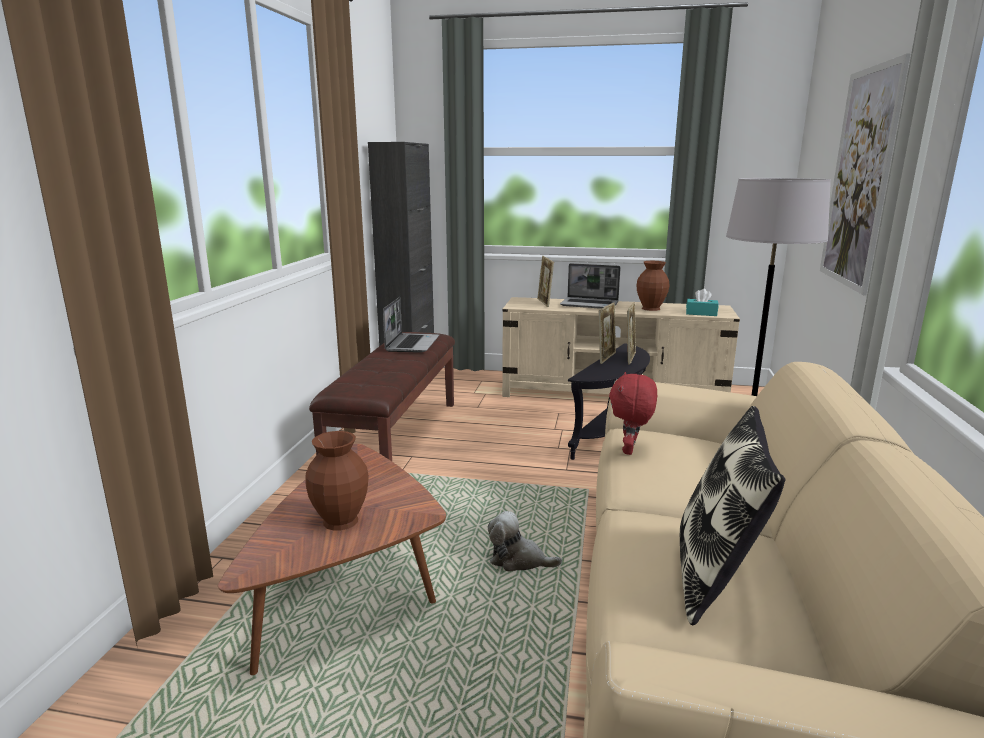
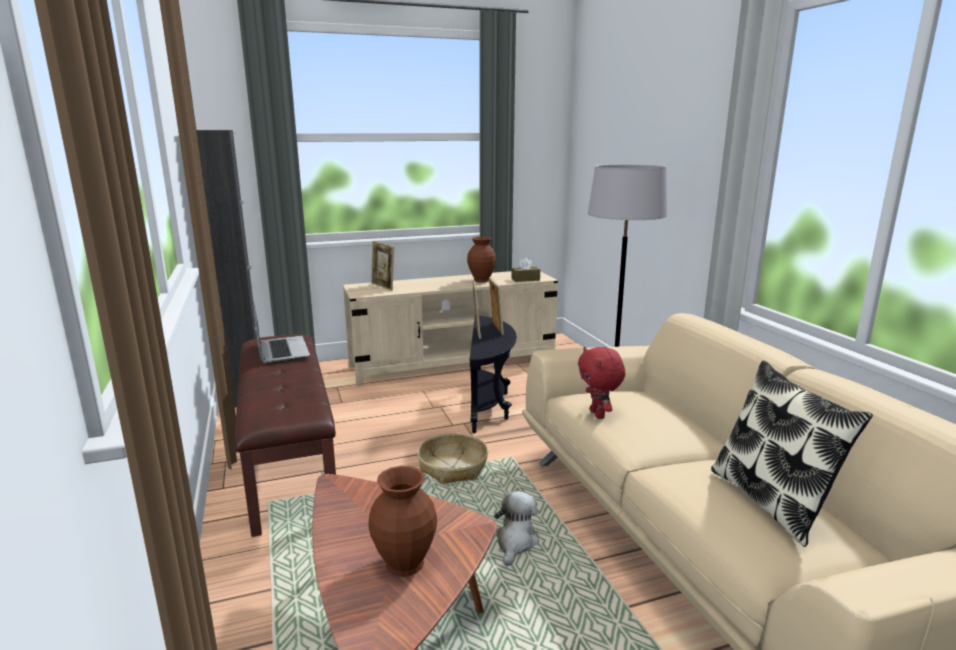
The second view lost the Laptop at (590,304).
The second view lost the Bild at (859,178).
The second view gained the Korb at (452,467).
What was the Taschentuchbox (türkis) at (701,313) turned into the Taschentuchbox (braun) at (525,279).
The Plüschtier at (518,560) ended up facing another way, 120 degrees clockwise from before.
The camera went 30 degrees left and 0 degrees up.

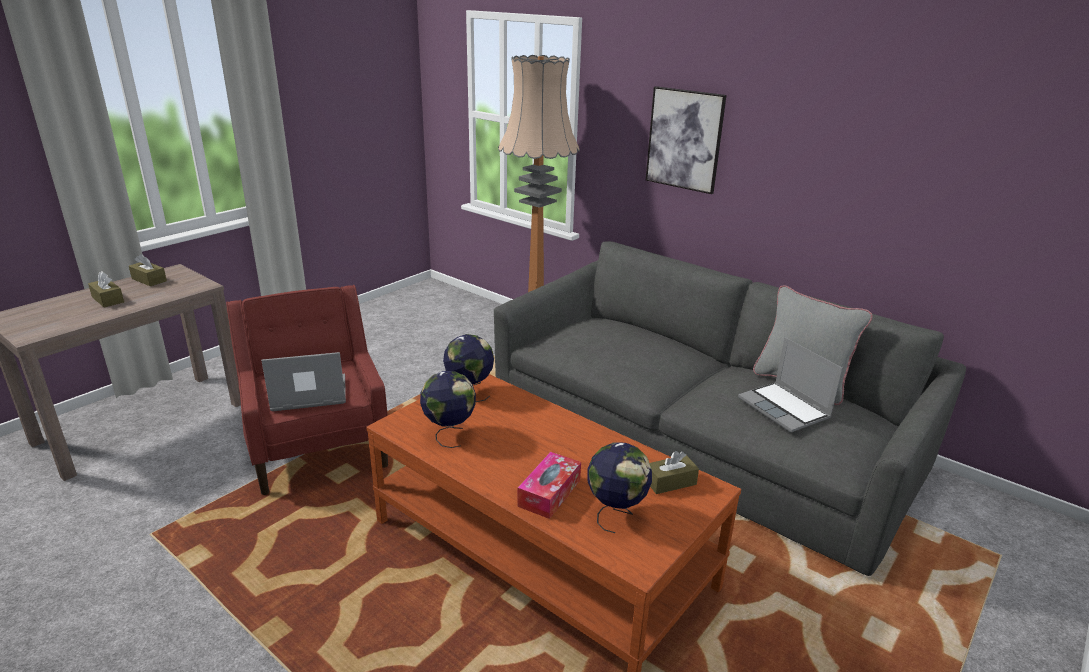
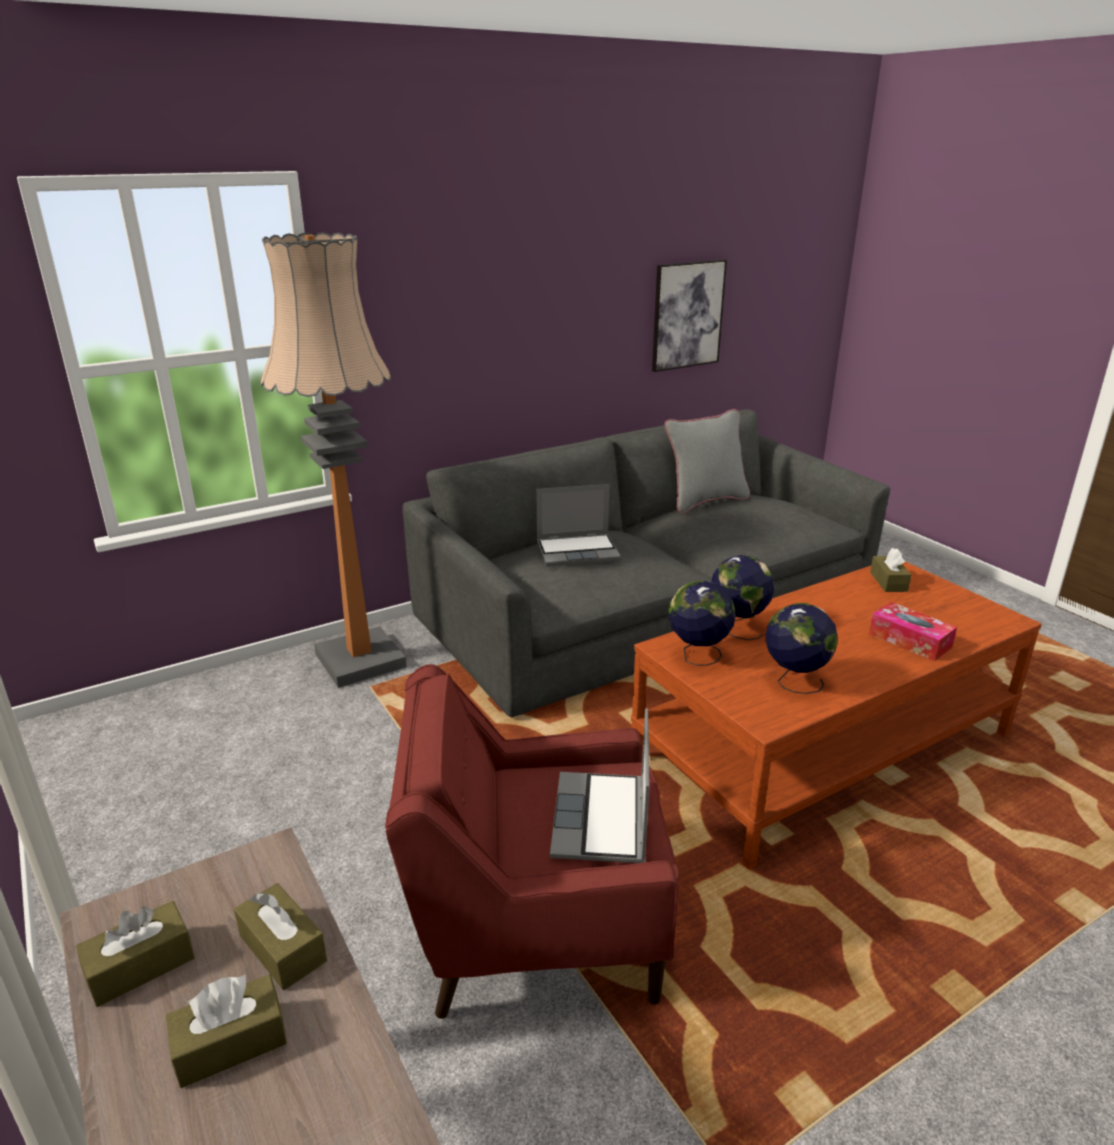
The second view gained the Taschentuchbox (braun) at (283,948).
The Globus ended up elsewhere, having gone from (616,514) to (737,628).
The Bild ended up elsewhere, having gone from (684,139) to (687,315).
The Laptop ended up elsewhere, having gone from (785,409) to (578,551).
The camera went 70 degrees left and 0 degrees up.

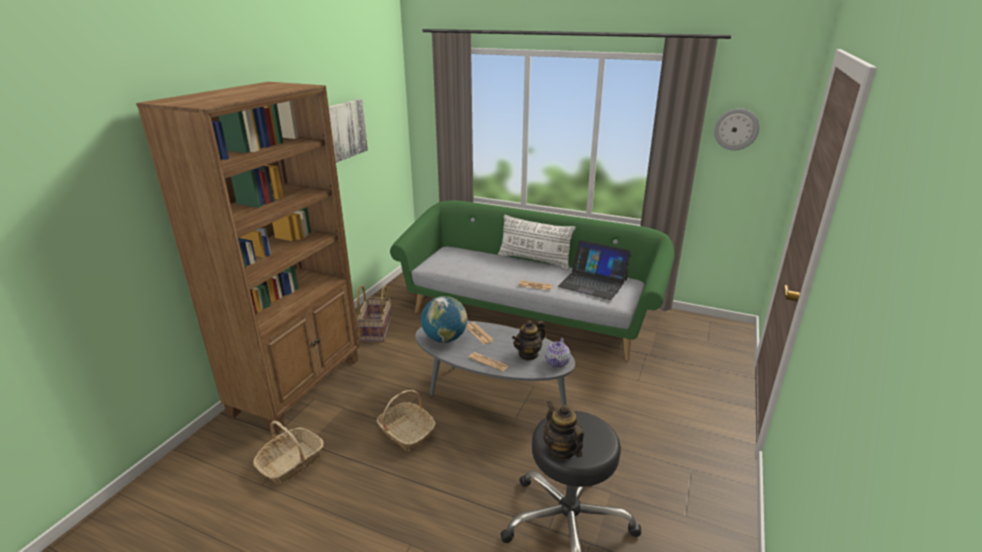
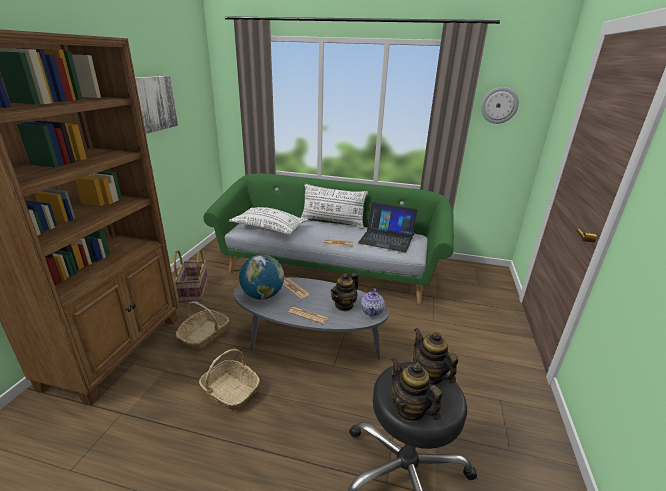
The second view gained the Kissen (weiß) at (269,228).
The second view gained the Teekanne at (429,375).
The Korb ended up elsewhere, having gone from (291,463) to (204,335).
The camera went 10 degrees left and 0 degrees up.

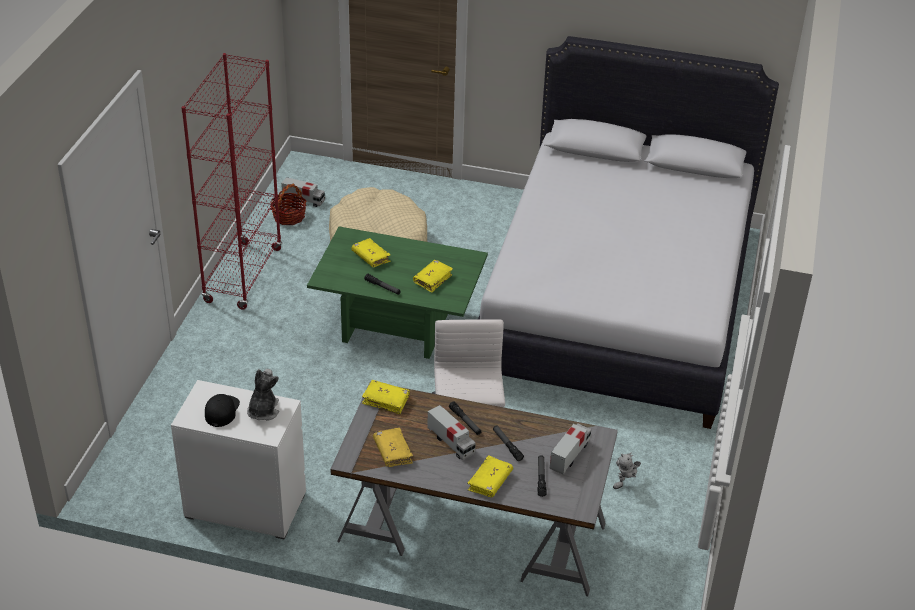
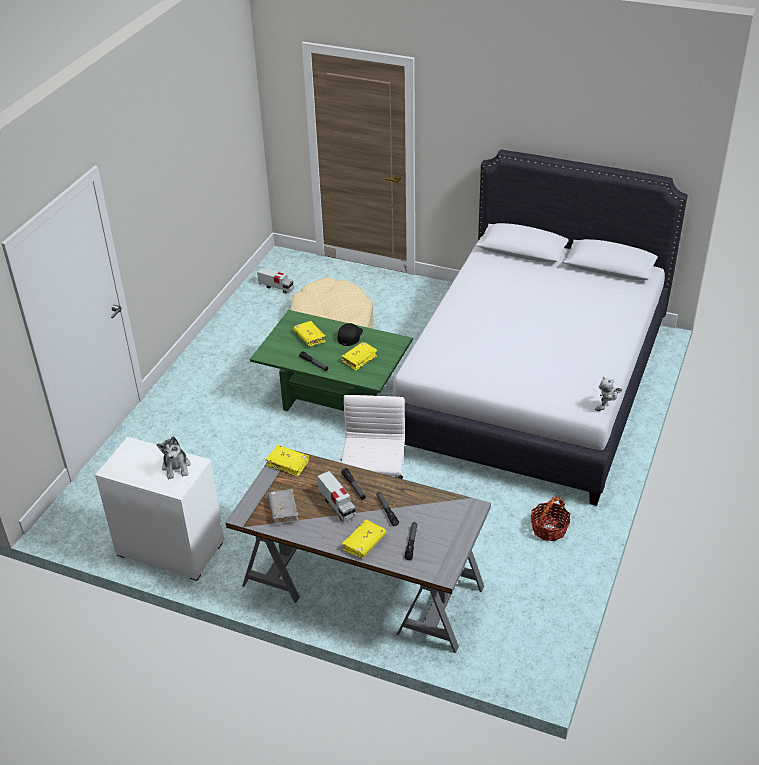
The second view lost the Bücherregal (rot) at (243,275).
The second view lost the Spielzeuglaster at (570,455).
The Kappe (schwarz) ended up elsewhere, having gone from (221,411) to (350,336).
The Korb ended up elsewhere, having gone from (289,217) to (549,529).
The Spielzeugroboter ended up elsewhere, having gone from (626,484) to (607,407).
What was the Buch (gelb) at (392,452) turned into the Buch (grau) at (283,510).
The Plüschtier at (263,411) ended up facing another way, 150 degrees clockwise from before.
The camera went 10 degrees right and 0 degrees up.

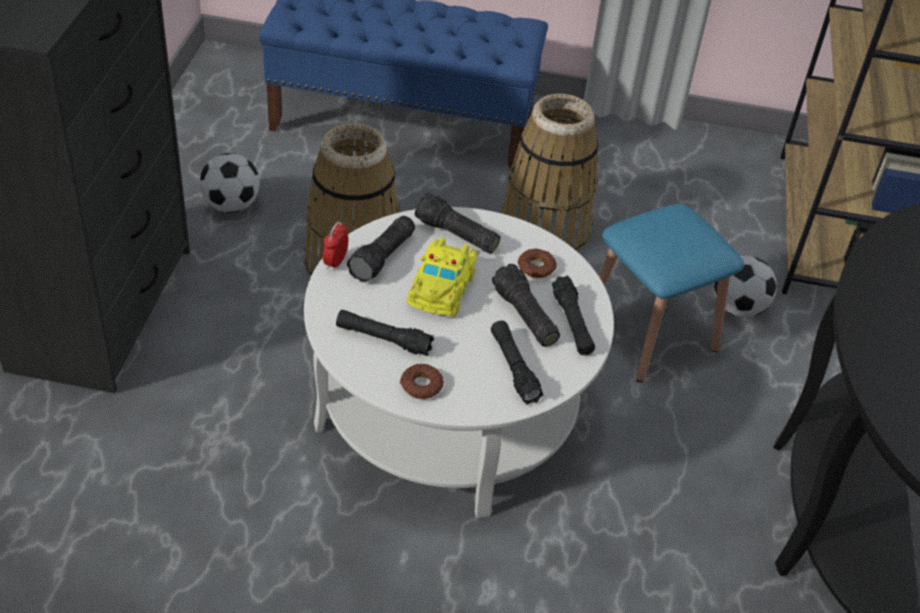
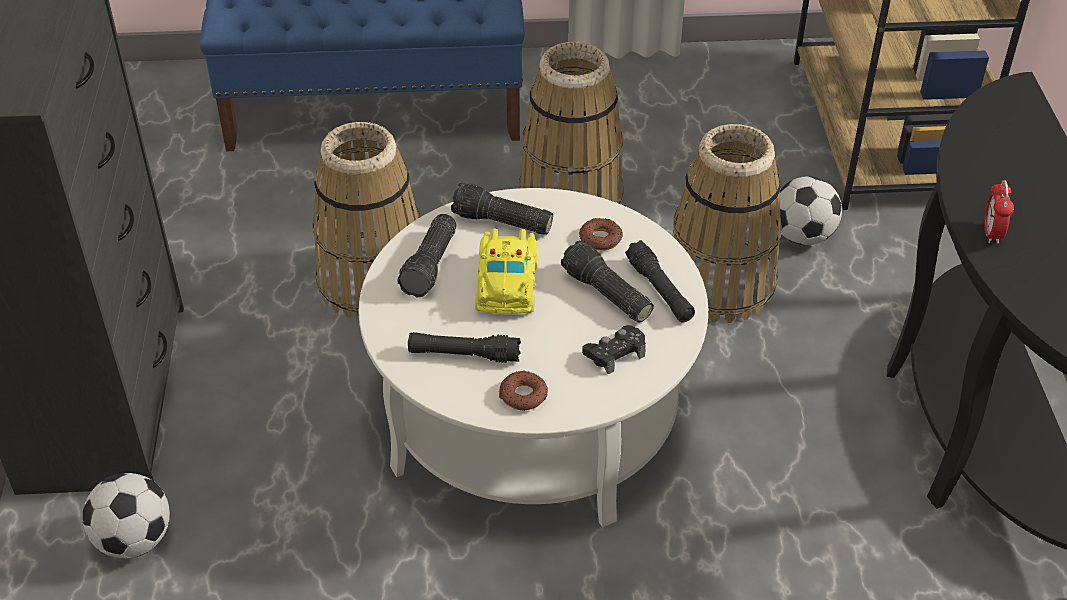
The Fußball ended up elsewhere, having gone from (231,205) to (135,540).
The Wecker ended up elsewhere, having gone from (335,262) to (991,233).
Where the Taschenlampe (schwarz) stood at (514,368), the Gamepad (schwarz) came to stand at (615,353).
Where the Hocker (blau) stood at (650,333), the Korb came to stand at (720,284).
The camera went 10 degrees left and 0 degrees up.

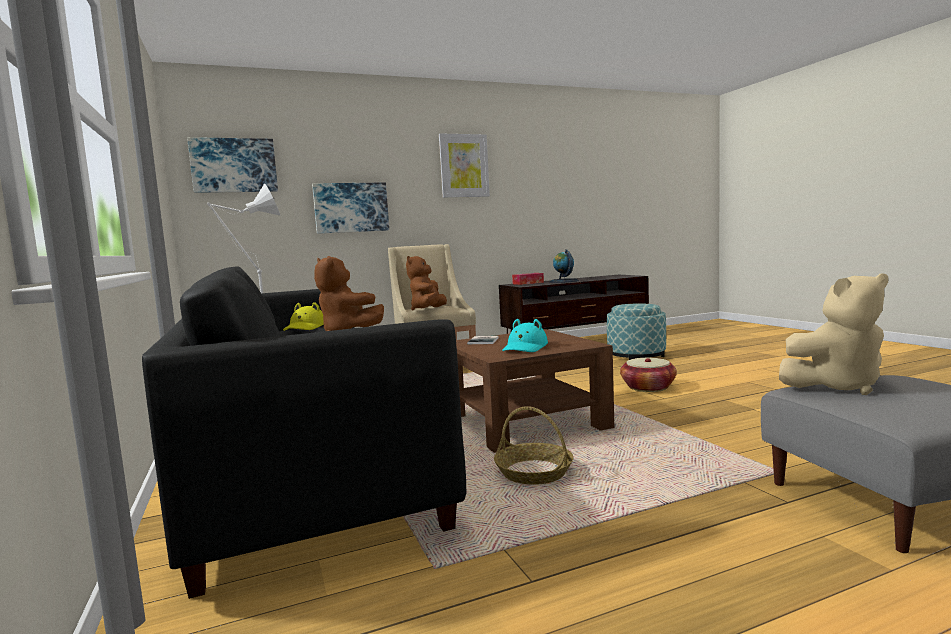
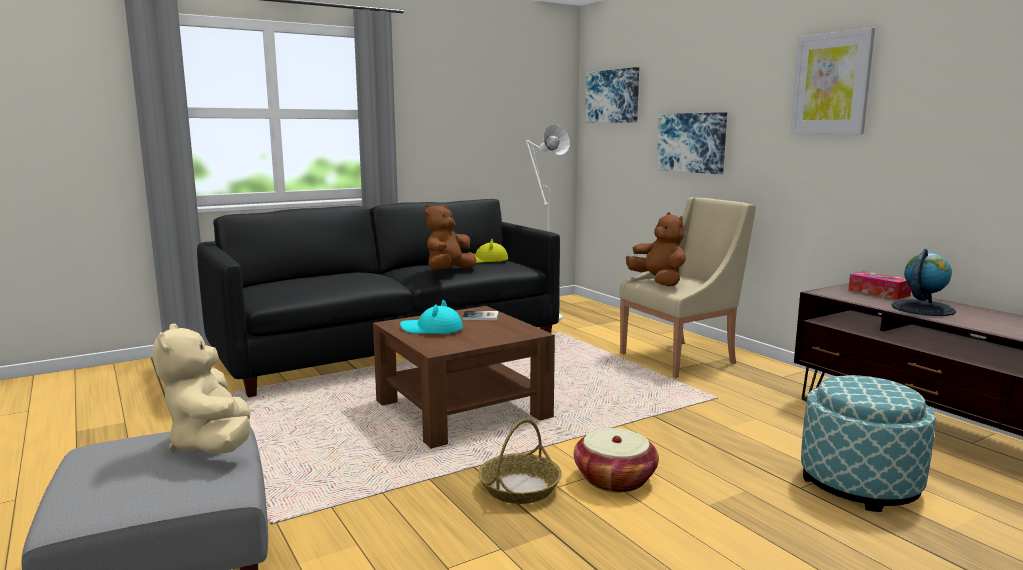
The Korb ended up elsewhere, having gone from (533,472) to (519,488).
The Plüschtier (braun) at (428,310) ended up facing another way, 60 degrees clockwise from before.
The camera went 80 degrees right and 5 degrees up.

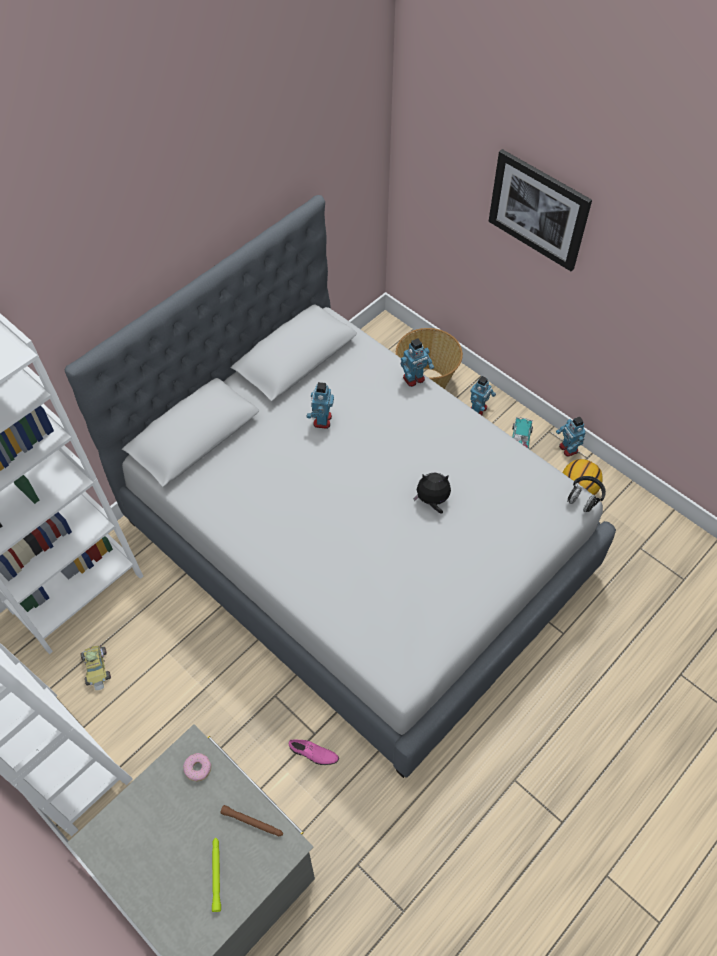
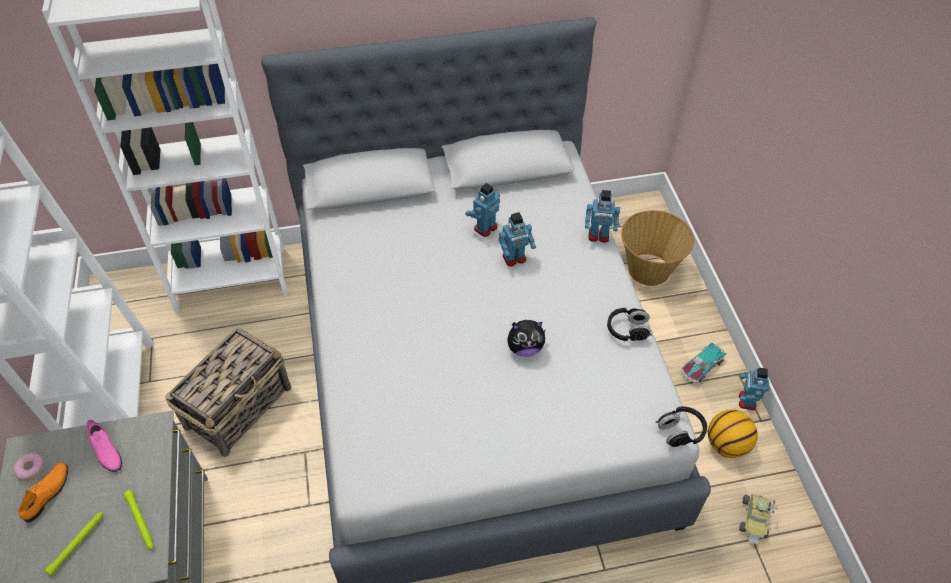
The second view lost the Bild at (539,209).
The second view gained the Schuh (orange) at (48,493).
The second view gained the Korb at (239,406).
The second view gained the Kopfhörer (schwarz) at (627,330).
The Spielzeugauto ended up elsewhere, having gone from (97,668) to (754,519).
The Donut ended up elsewhere, having gone from (197,768) to (30,469).
The Schuh (rosa) ended up elsewhere, having gone from (313,754) to (105,450).
The Spielzeugroboter ended up elsewhere, having gone from (478,409) to (514,258).
What was the Taschenlampe (braun) at (252,822) turned into the Taschenlampe (grün) at (141,522).
The Plüschtier at (432,501) ended up facing another way, 135 degrees clockwise from before.
The camera went 35 degrees right and 5 degrees down.

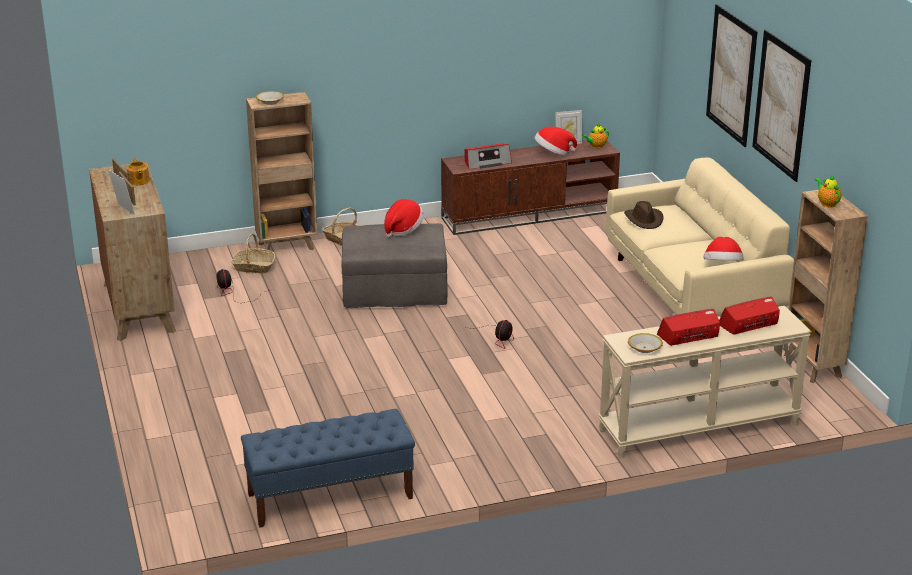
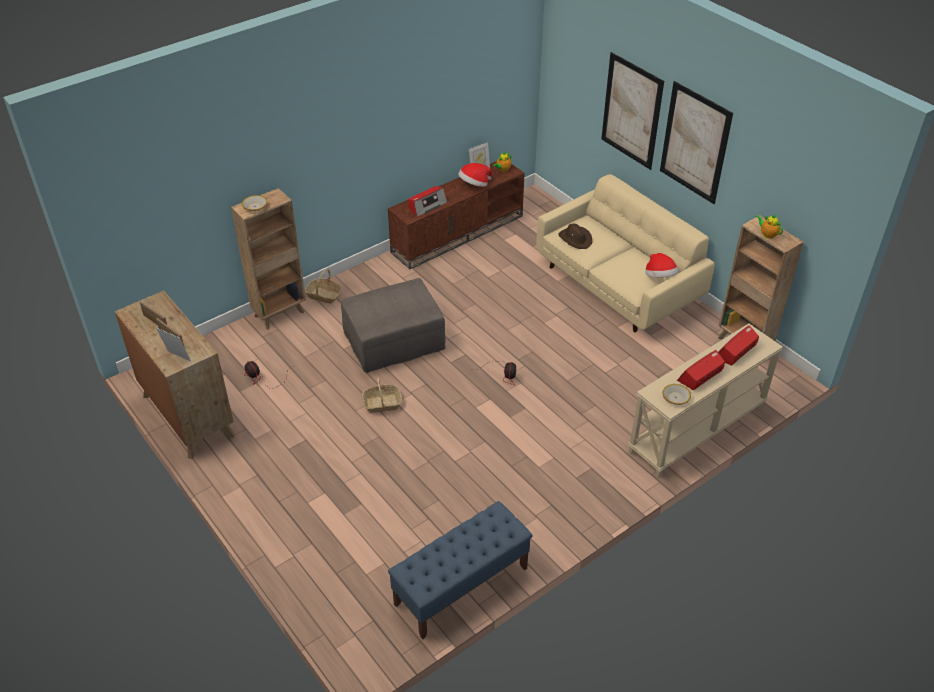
The second view lost the Teekanne at (138,181).
The second view lost the Hut at (403,230).
The Korb ended up elsewhere, having gone from (253,267) to (382,404).
The camera went 20 degrees left and 15 degrees up.

